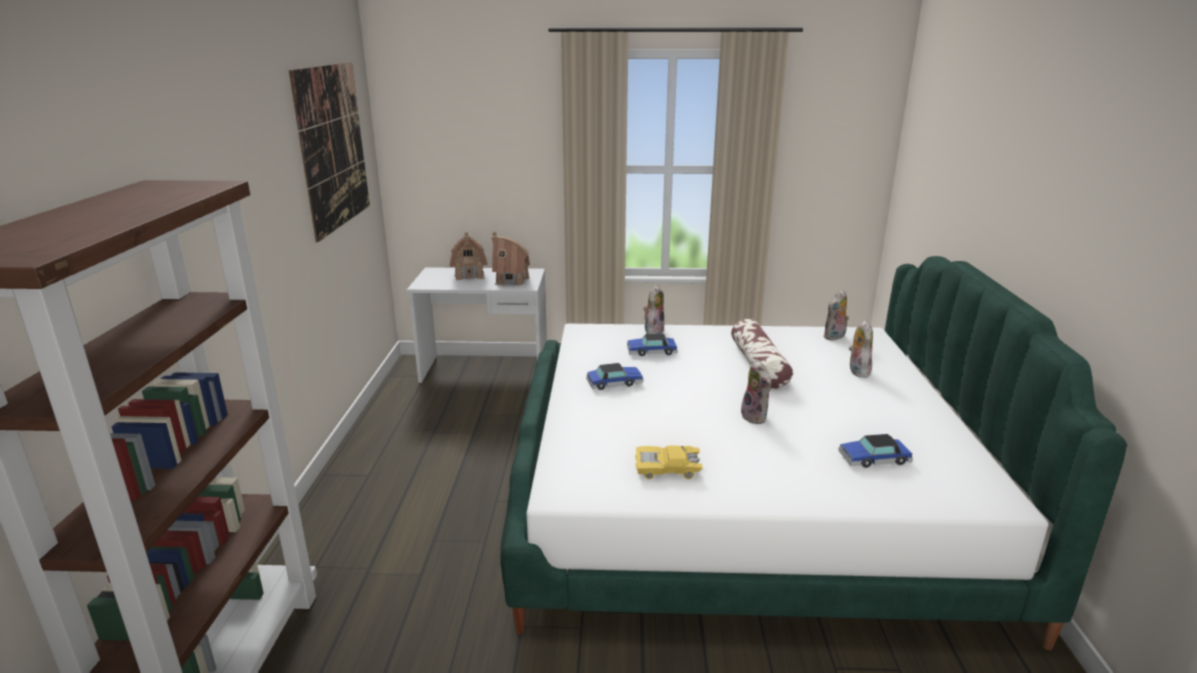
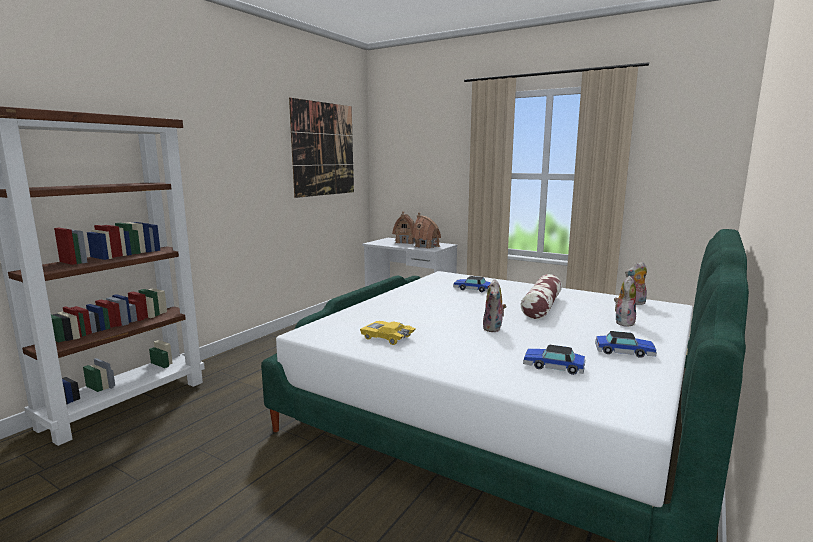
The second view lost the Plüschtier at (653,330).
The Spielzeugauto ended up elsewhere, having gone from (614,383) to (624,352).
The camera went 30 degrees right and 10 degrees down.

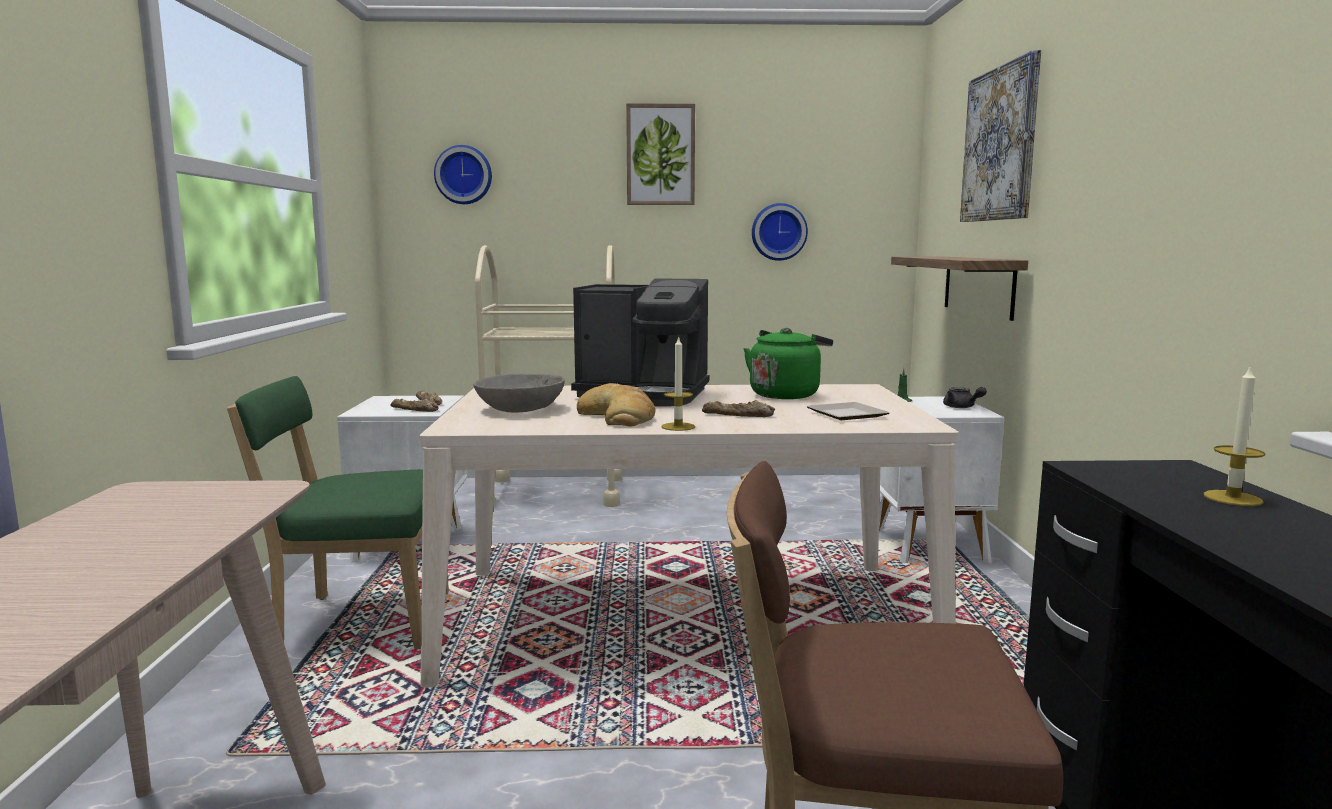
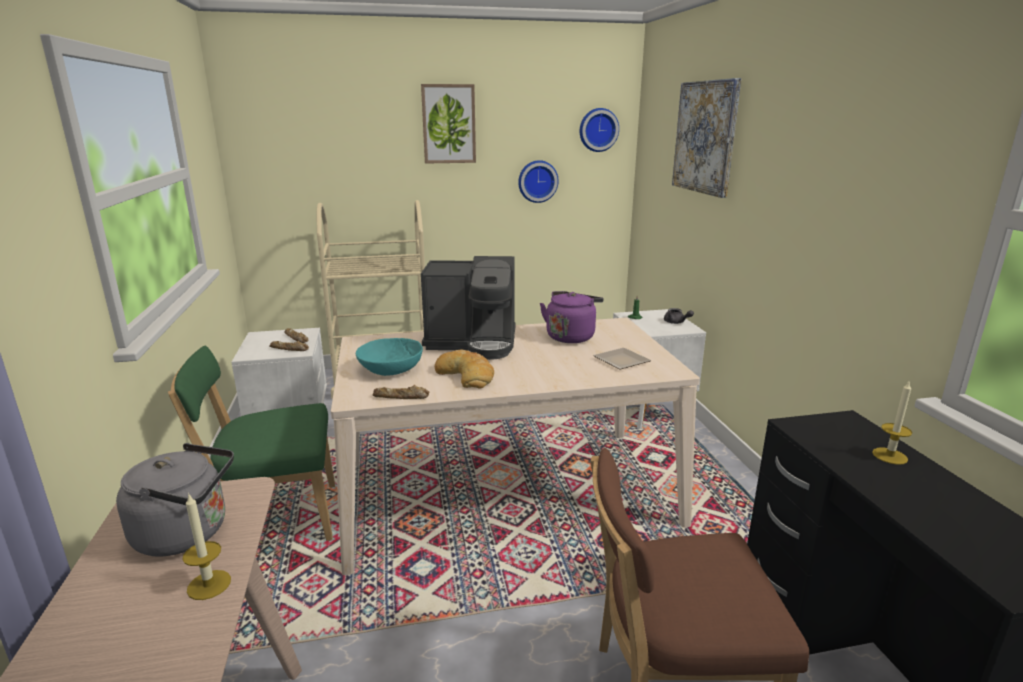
The second view lost the Wandregal at (978,285).
The second view gained the Wasserkessel (grau) at (188,533).
The Wanduhr ended up elsewhere, having gone from (464,175) to (598,130).
The Kerze ended up elsewhere, having gone from (678,427) to (209,585).
The Brot ended up elsewhere, having gone from (738,415) to (401,397).
What was the Schüssel (grau) at (520,409) turned into the Schüssel (türkis) at (390,369).
What was the Wasserkessel (grün) at (786,394) turned into the Wasserkessel (lila) at (571,336).
The camera went 10 degrees left and 10 degrees up.

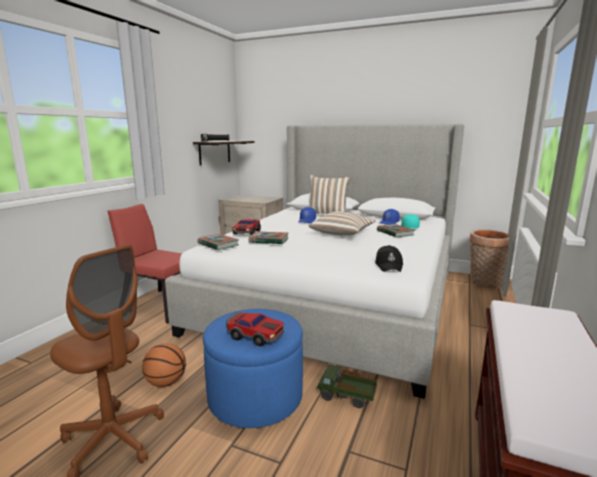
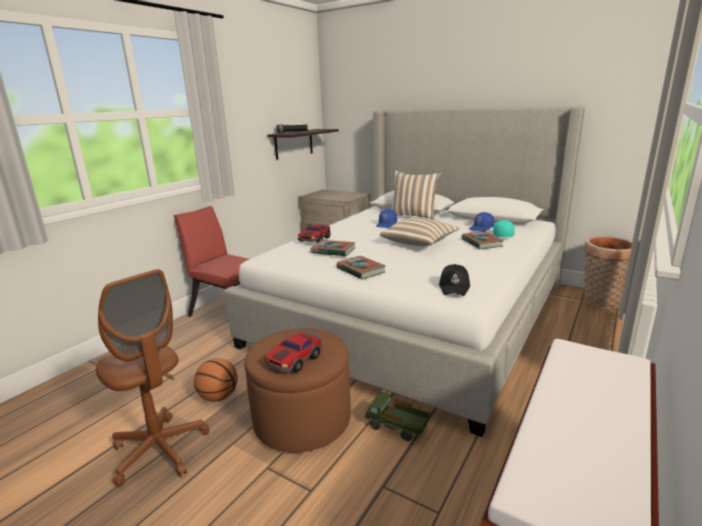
The Buch ended up elsewhere, having gone from (218,244) to (360,270).
What was the Polsterhocker (blau) at (255,397) turned into the Polsterhocker (braun) at (302,419).
The Spielzeugauto at (255,335) ended up facing another way, 90 degrees clockwise from before.
The camera went 10 degrees right and 5 degrees up.

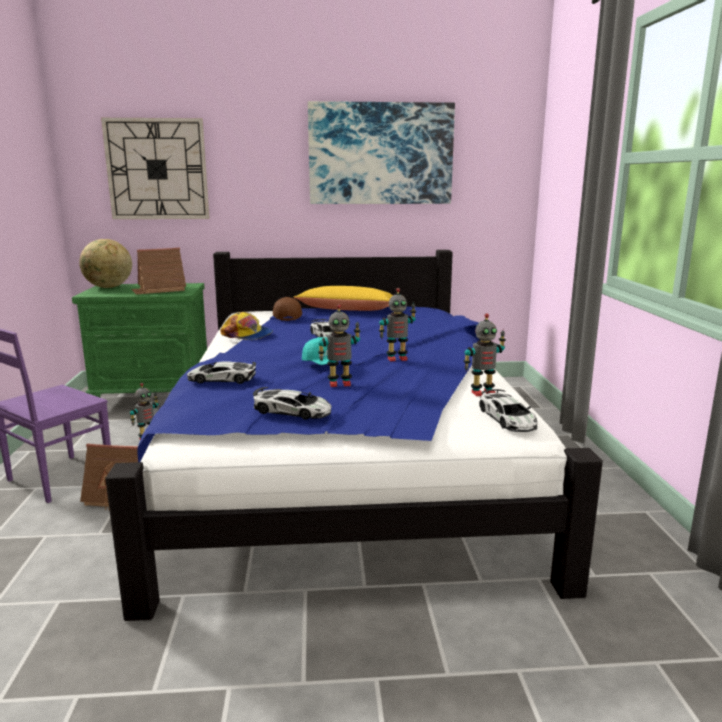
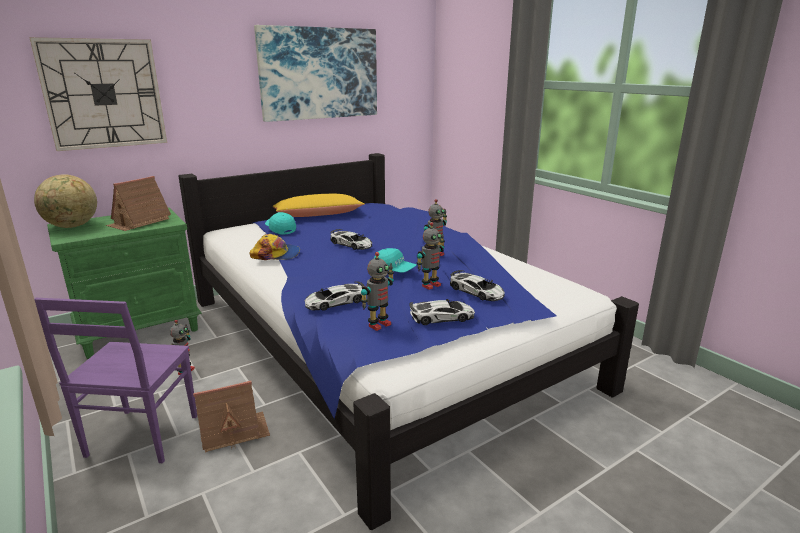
The Spielzeugroboter ended up elsewhere, having gone from (482,392) to (378,325).
The Spielzeugauto ended up elsewhere, having gone from (507,418) to (476,291).
What was the Kappe (braun) at (287,316) turned into the Kappe (türkis) at (280,230).
The camera went 30 degrees left and 5 degrees up.

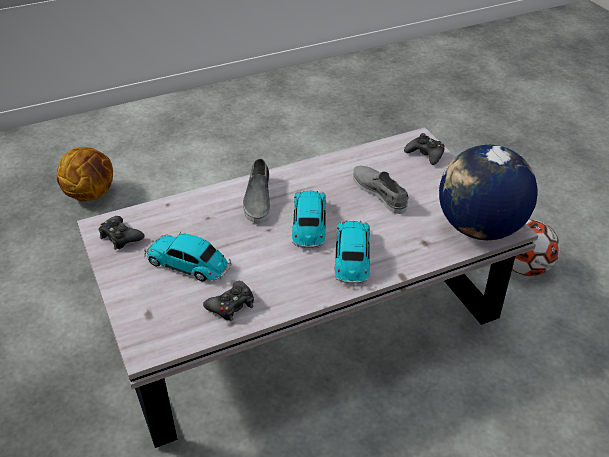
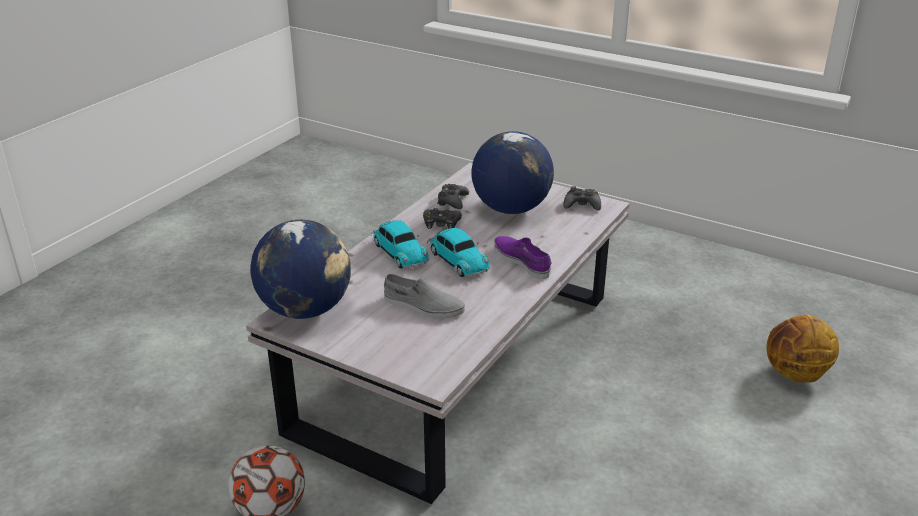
The Gamepad (schwarz) ended up elsewhere, having gone from (425,154) to (441,224).
Where the Spielzeugauto stood at (189,264), the Globus came to stand at (510,209).
What was the Schuh (grau) at (258,199) turned into the Schuh (lila) at (522,261).
The camera went 145 degrees right and 10 degrees down.

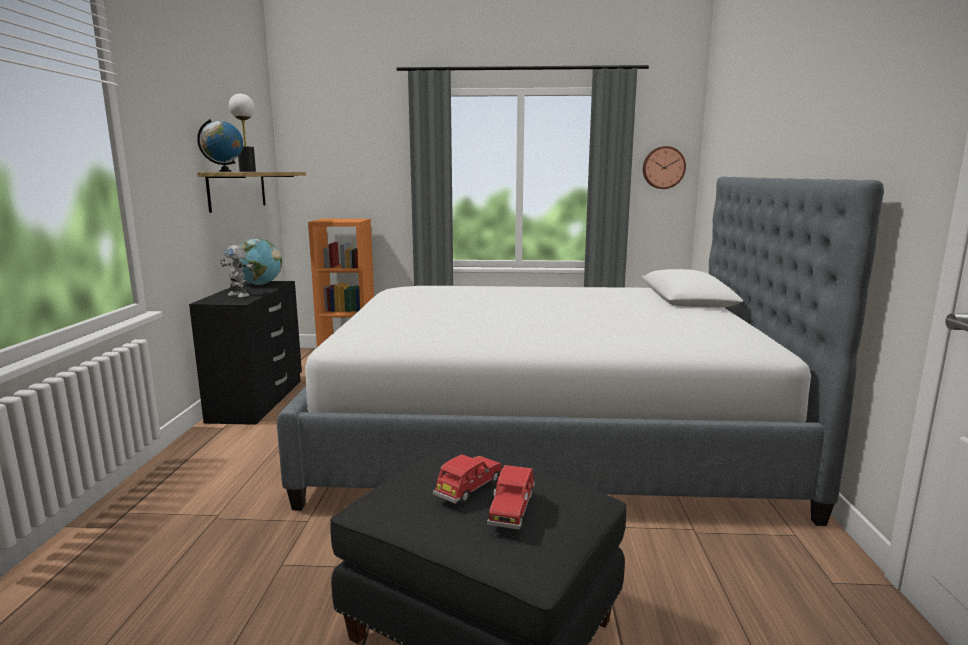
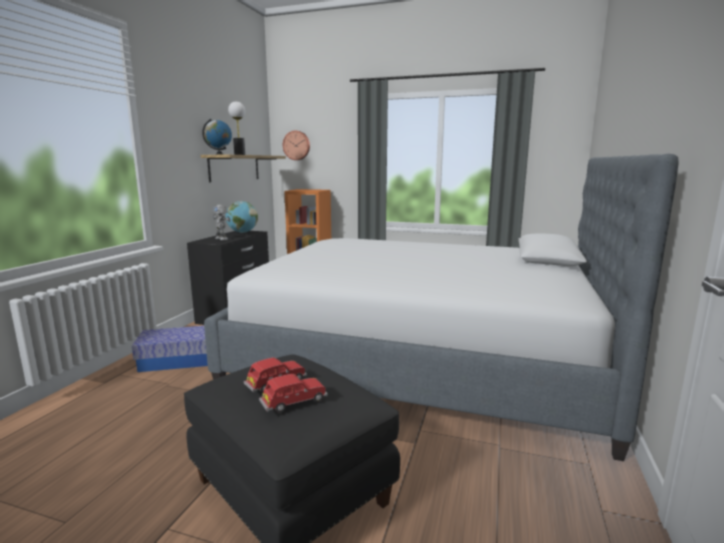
The second view gained the Aufbewahrungsbox at (180,360).
The Wanduhr ended up elsewhere, having gone from (663,167) to (296,145).
The Spielzeugauto (rot) at (512,509) ended up facing another way, 150 degrees counterclockwise from before.
The camera went 15 degrees right and 0 degrees up.

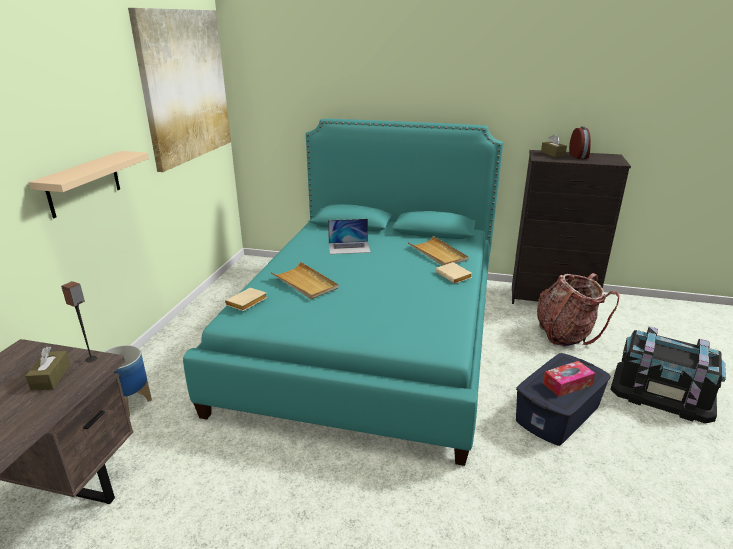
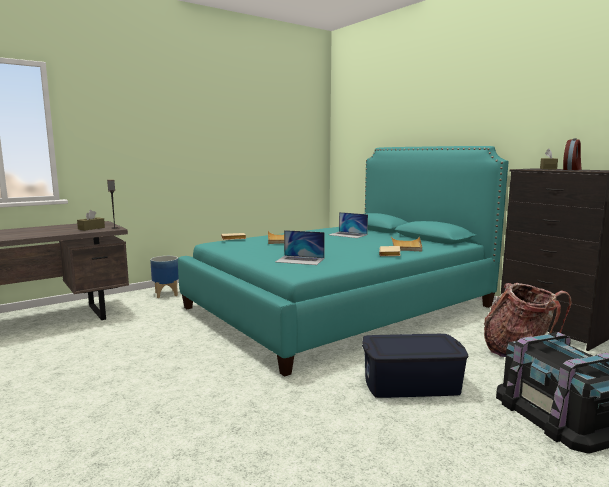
The second view lost the Wandregal (beige) at (84,184).
The second view lost the Bild at (185,86).
The second view lost the Taschentuchbox at (567,384).
The second view gained the Laptop at (300,260).
The camera went 40 degrees right and 15 degrees down.

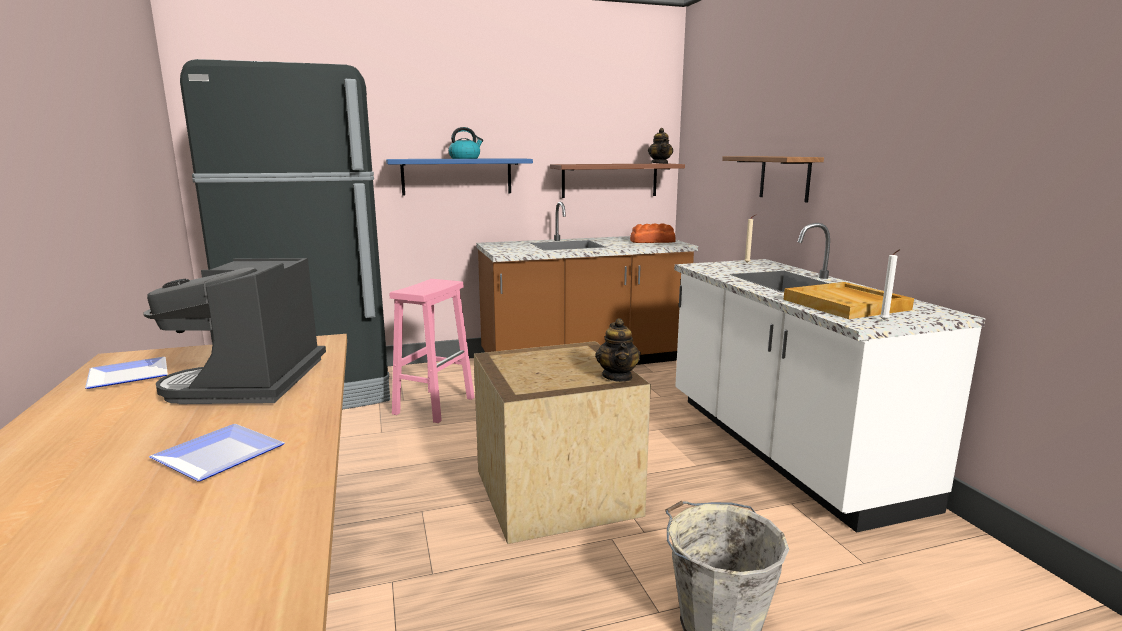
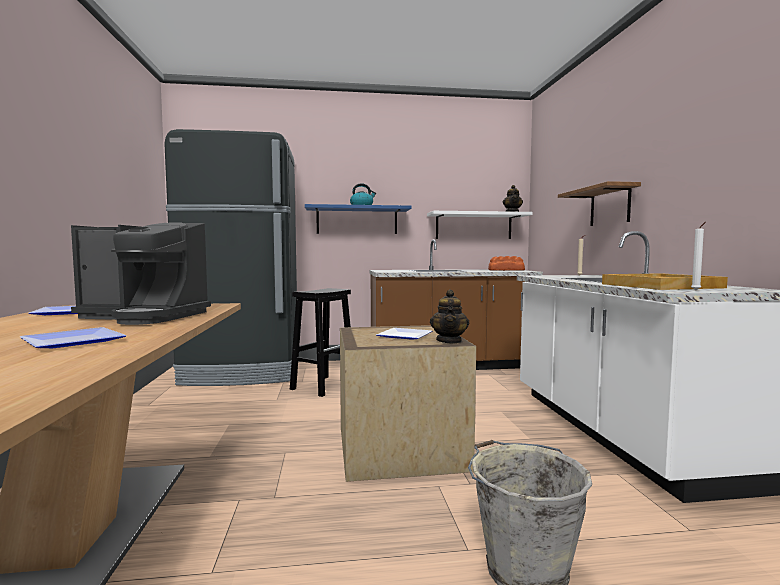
The second view gained the Teller at (405,336).
What was the Hocker (rosa) at (435,405) turned into the Hocker (schwarz) at (324,386).
What was the Wandregal (braun) at (610,180) turned into the Wandregal (weiß) at (473,226).
The Kaffeemaschine at (252,382) ended up facing another way, 90 degrees counterclockwise from before.
The camera went 10 degrees right and 10 degrees down.

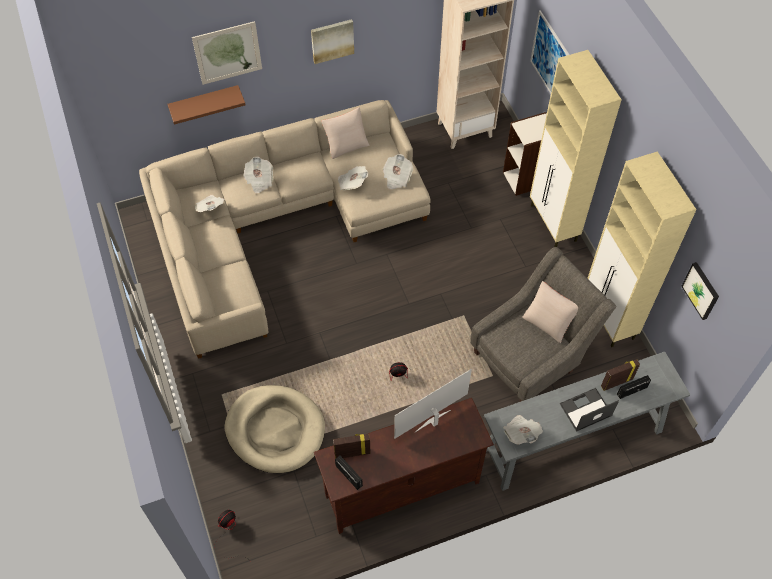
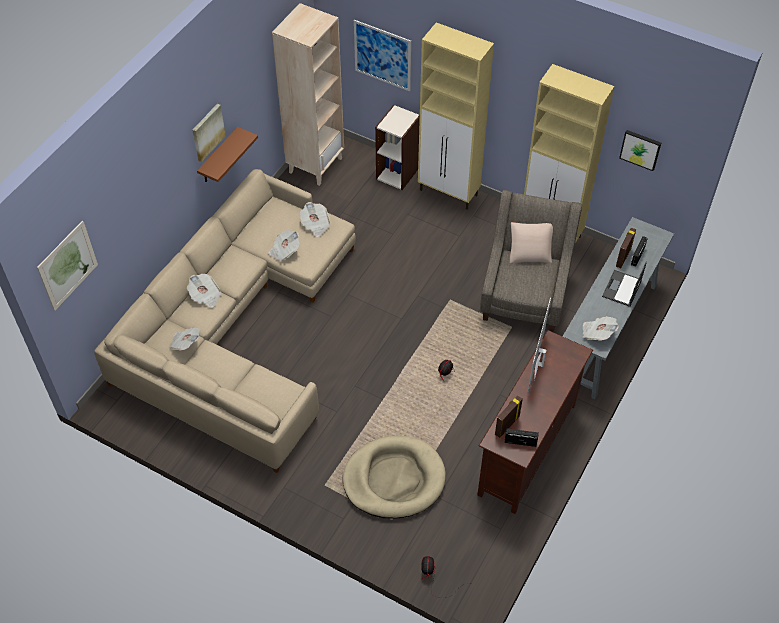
The second view lost the Kissen (beige) at (346,144).
The Wandregal (braun) ended up elsewhere, having gone from (205,103) to (218,156).
The Bild ended up elsewhere, having gone from (228,53) to (68,265).
The camera went 40 degrees left and 5 degrees down.

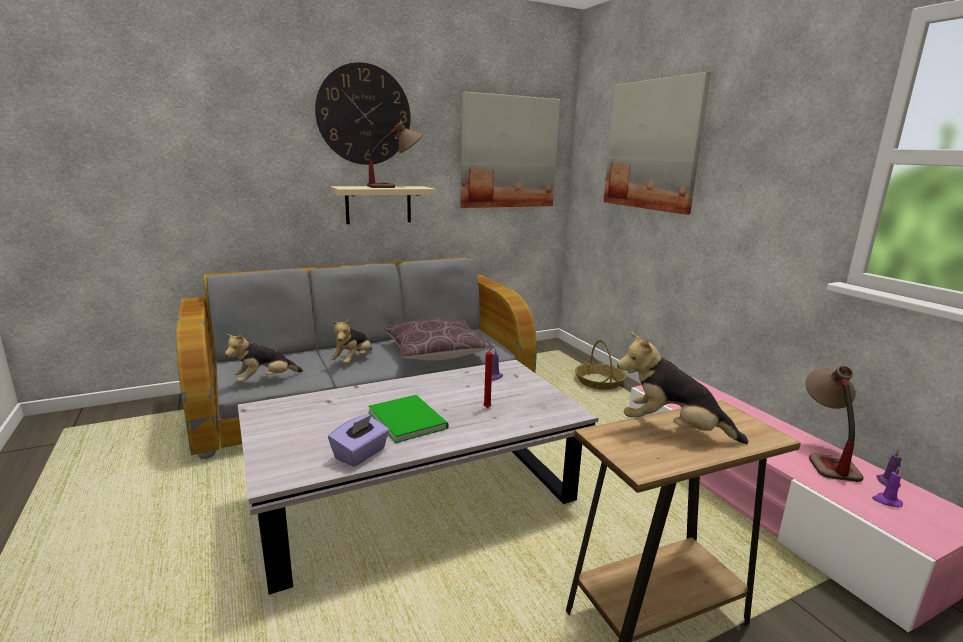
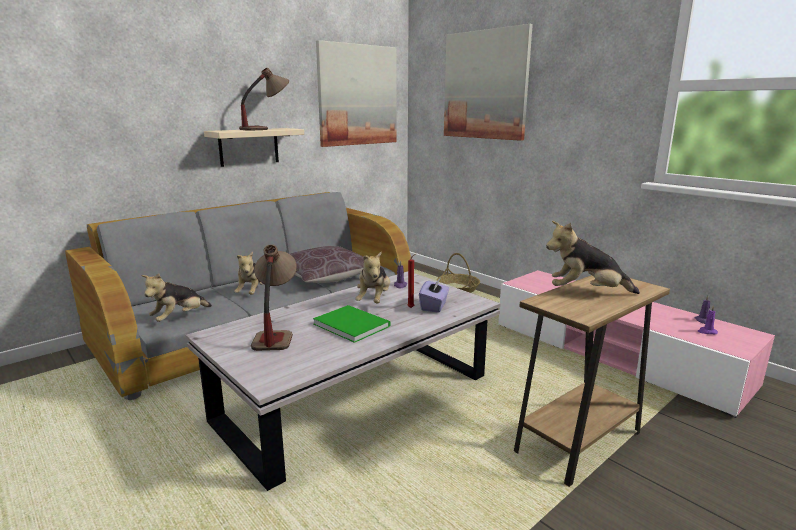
The second view lost the Wanduhr at (364,115).
The second view gained the Plüschtier at (374,300).
The Taschentuchbox (lila) ended up elsewhere, having gone from (360,454) to (434,306).
The Tischlampe ended up elsewhere, having gone from (824,456) to (275,332).
The camera went 15 degrees left and 0 degrees up.

